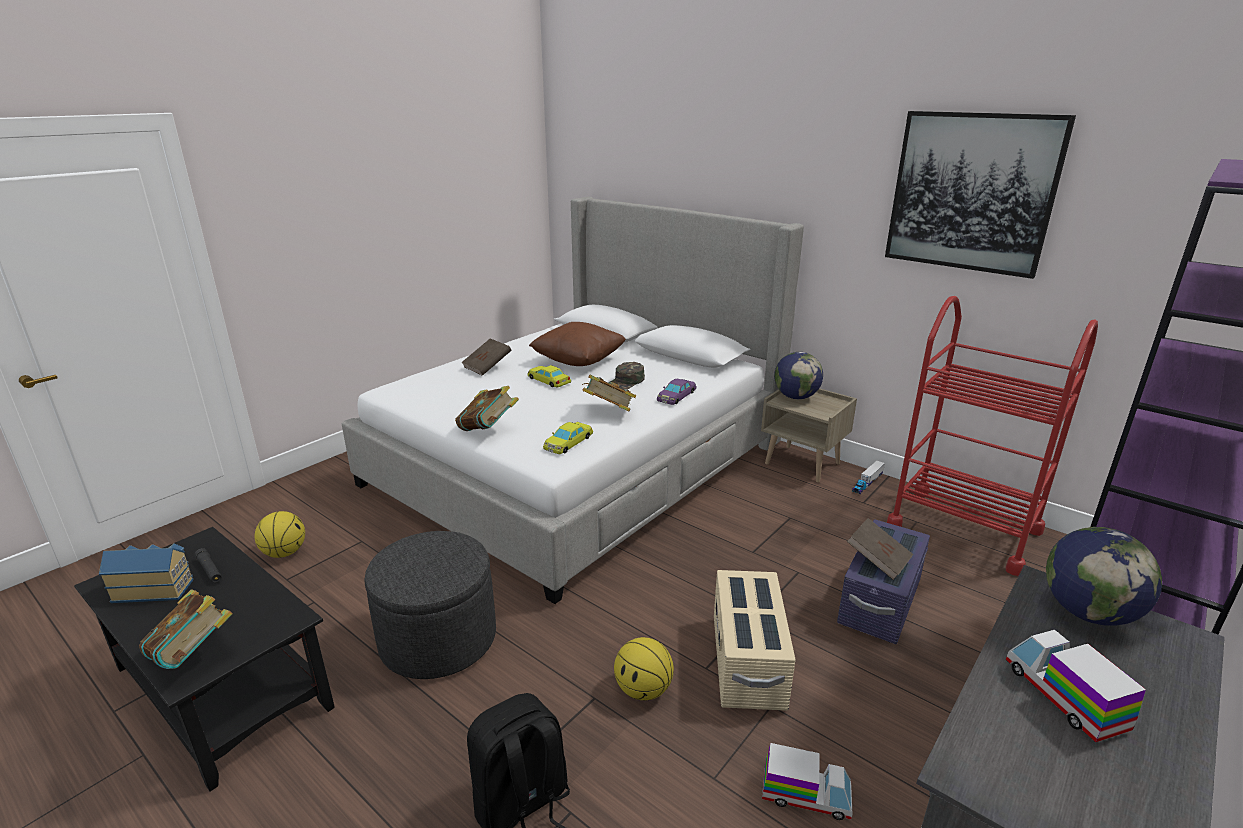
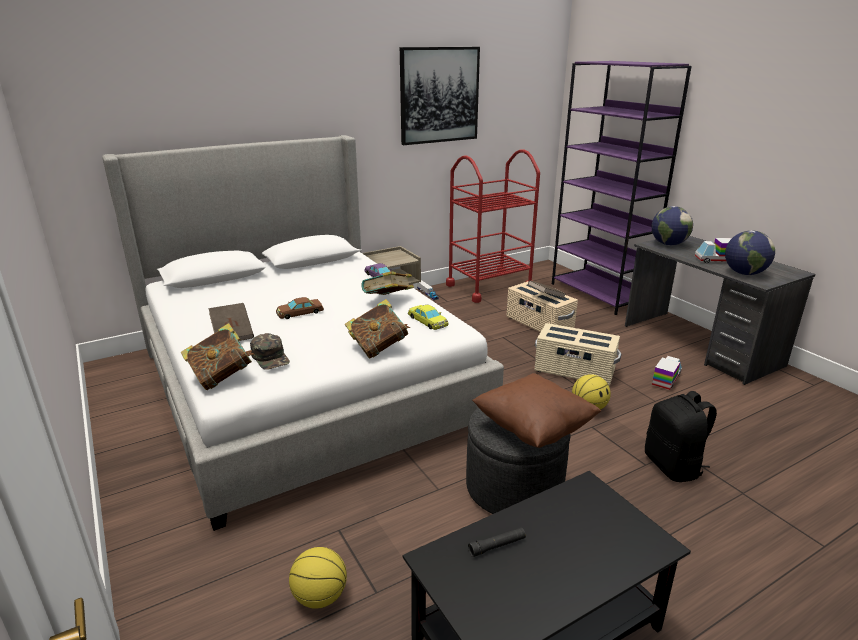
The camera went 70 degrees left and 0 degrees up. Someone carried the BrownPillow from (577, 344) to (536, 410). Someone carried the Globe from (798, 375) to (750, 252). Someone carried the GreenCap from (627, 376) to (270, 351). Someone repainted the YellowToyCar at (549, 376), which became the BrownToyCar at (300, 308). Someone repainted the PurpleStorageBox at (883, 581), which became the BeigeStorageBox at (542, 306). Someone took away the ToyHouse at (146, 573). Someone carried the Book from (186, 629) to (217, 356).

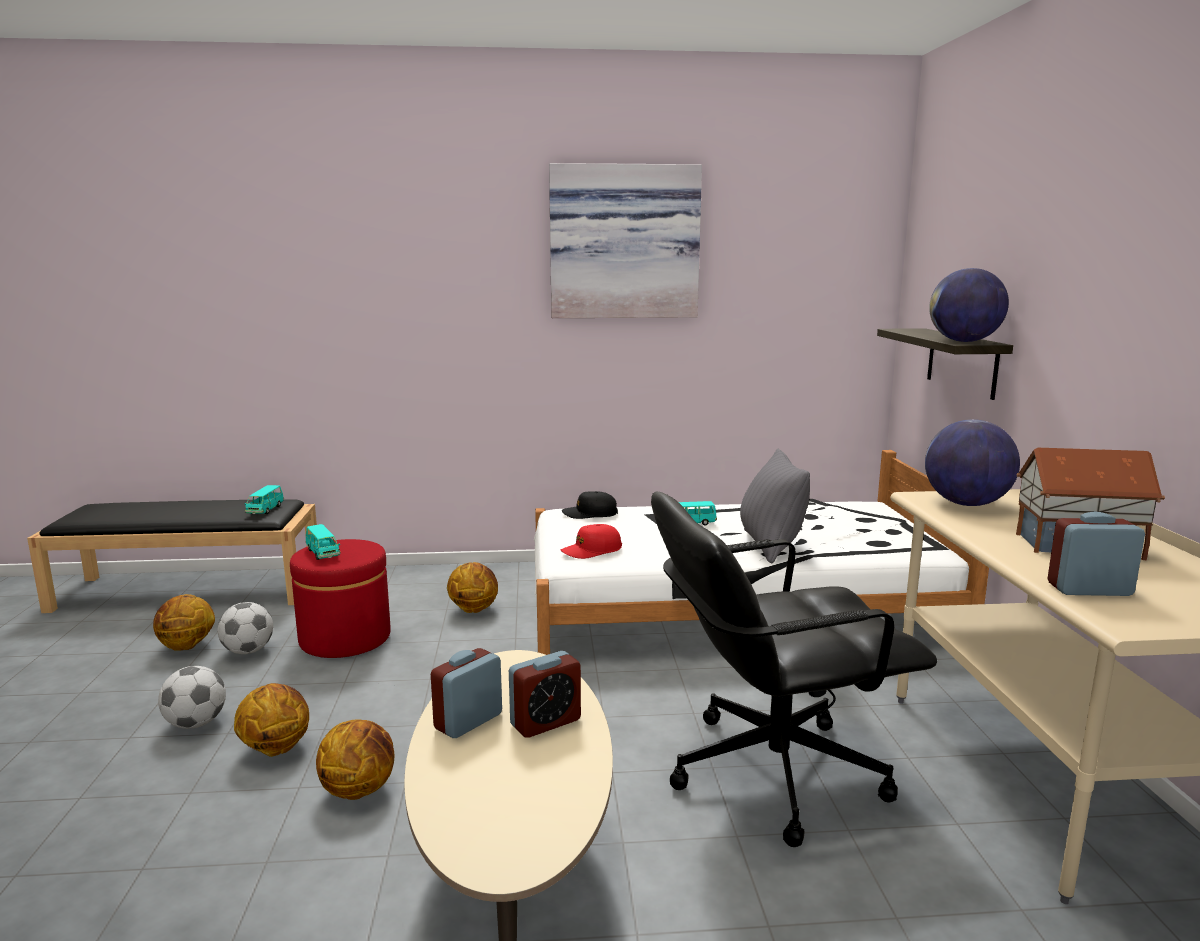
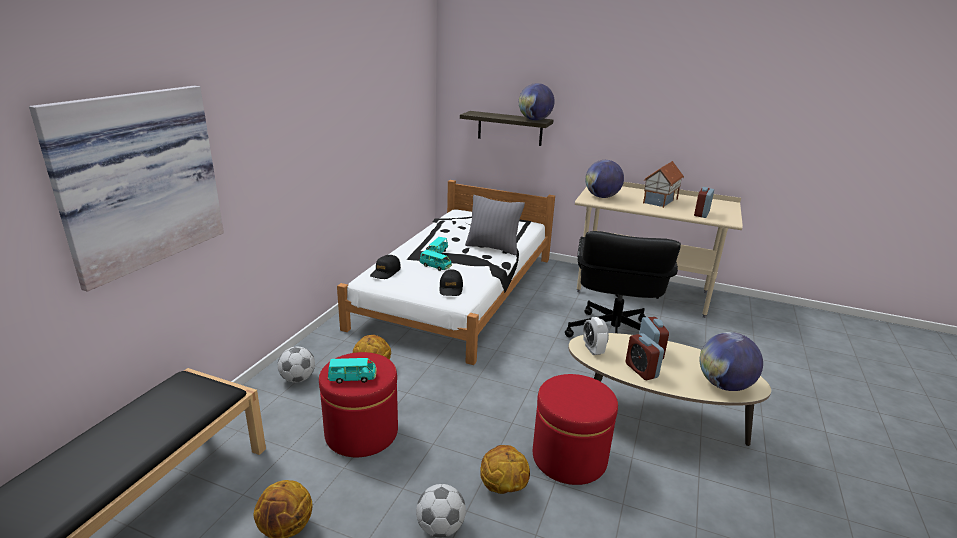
The camera went 65 degrees left and 10 degrees up. Someone carried the Picture from (625, 240) to (126, 188). Someone carried the TurquoiseToyCar from (264, 499) to (435, 260). Someone repainted the RedCap at (591, 541), which became the BlackCap at (451, 282). Someone carried the Football from (245, 628) to (296, 364). Someone swapped the Basketball at (355, 759) for the RedOttoman at (575, 429). Someone put down the AlarmClock at (596, 336). Someone put down the Globe at (731, 361).

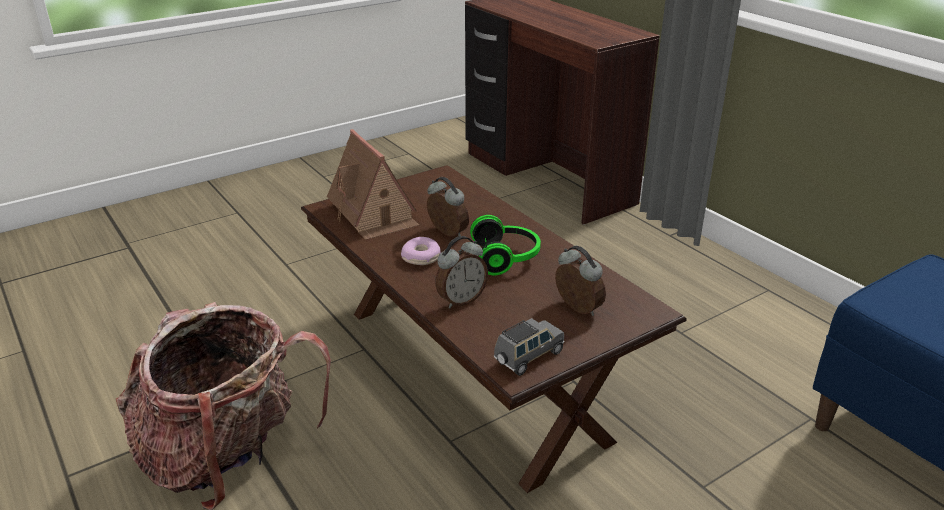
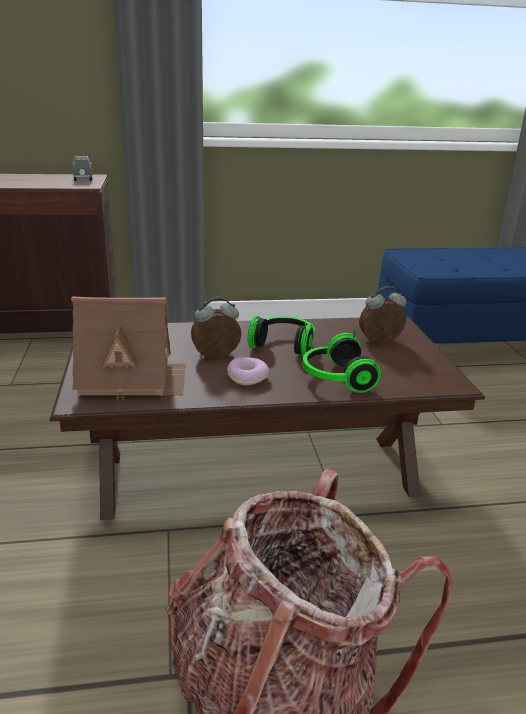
The camera went 65 degrees left and 5 degrees down. Someone swapped the AlarmClock at (461, 272) for the Headphones at (341, 360). Someone carried the GreyToyCar from (529, 347) to (82, 168).

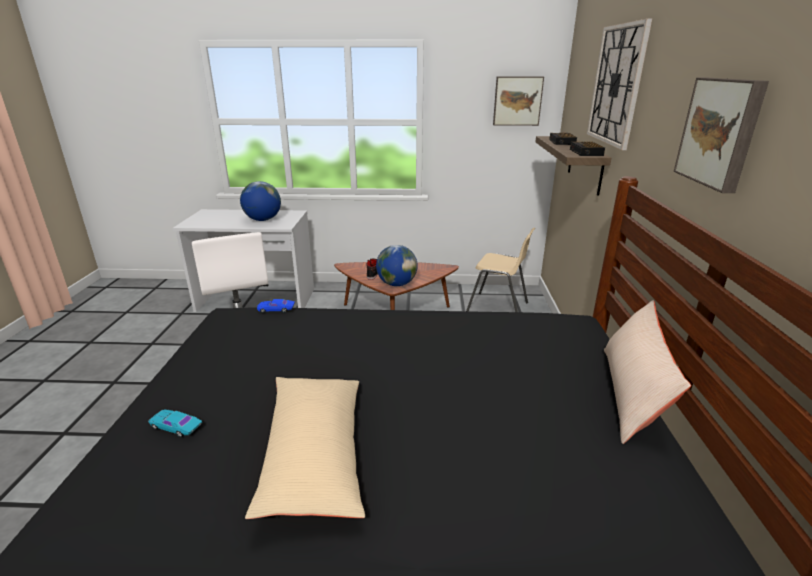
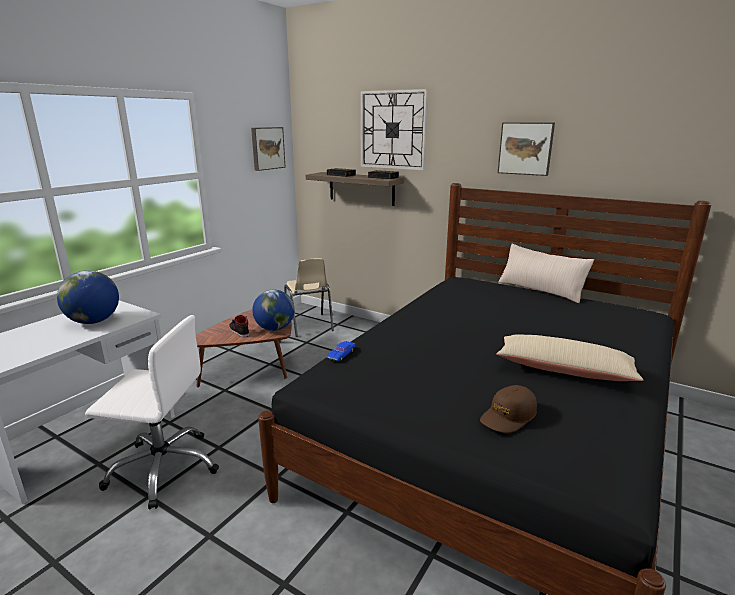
The camera went 60 degrees left and 5 degrees down. Someone rotated the BeigeChair at (500, 269) by 105 degrees clockwise. Someone swapped the TurquoiseToyCar at (175, 423) for the BrownCap at (508, 409).

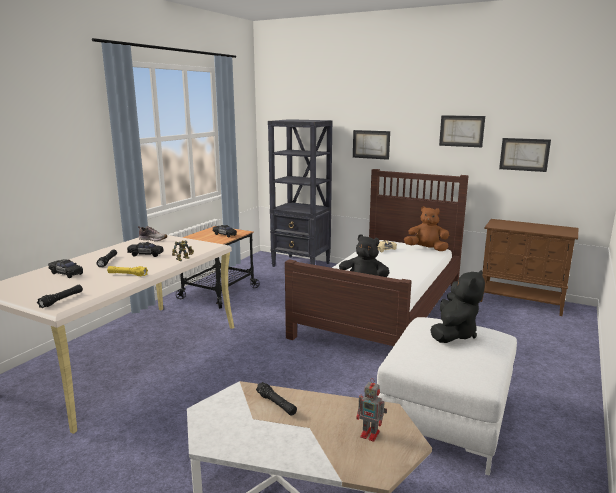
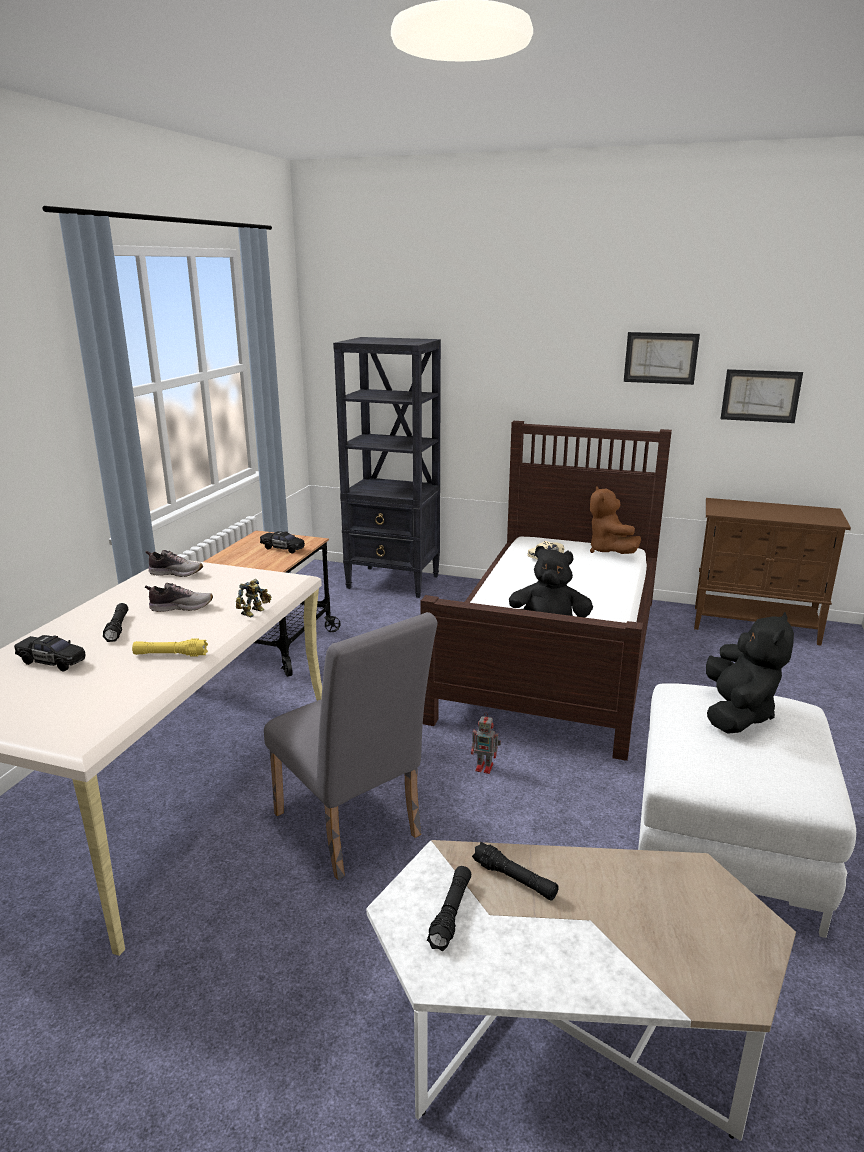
The camera went 10 degrees left and 5 degrees up. Someone took away the Picture at (371, 145). Someone rotated the BrownPlushToy at (426, 228) by 105 degrees counterclockwise. Someone swapped the BlackToyCar at (145, 249) for the Shoe at (179, 597). Someone carried the BlackFlashlight from (60, 296) to (449, 908). Someone carried the ToyRobot from (371, 410) to (486, 743). Someone put down the GreyChair at (351, 746).

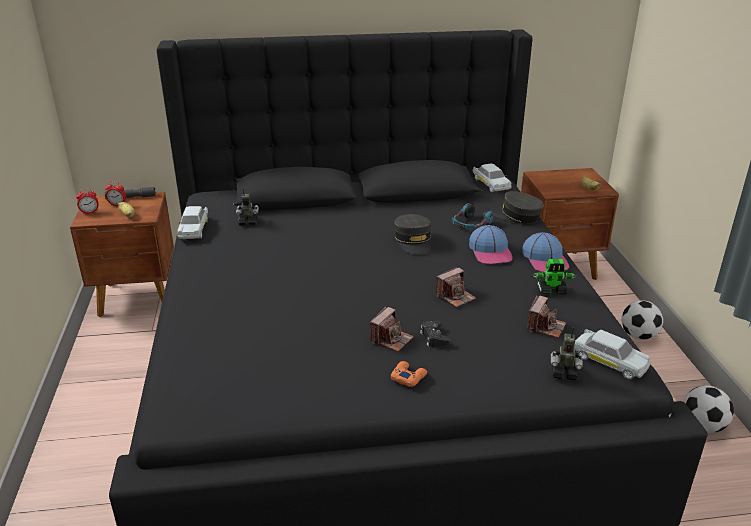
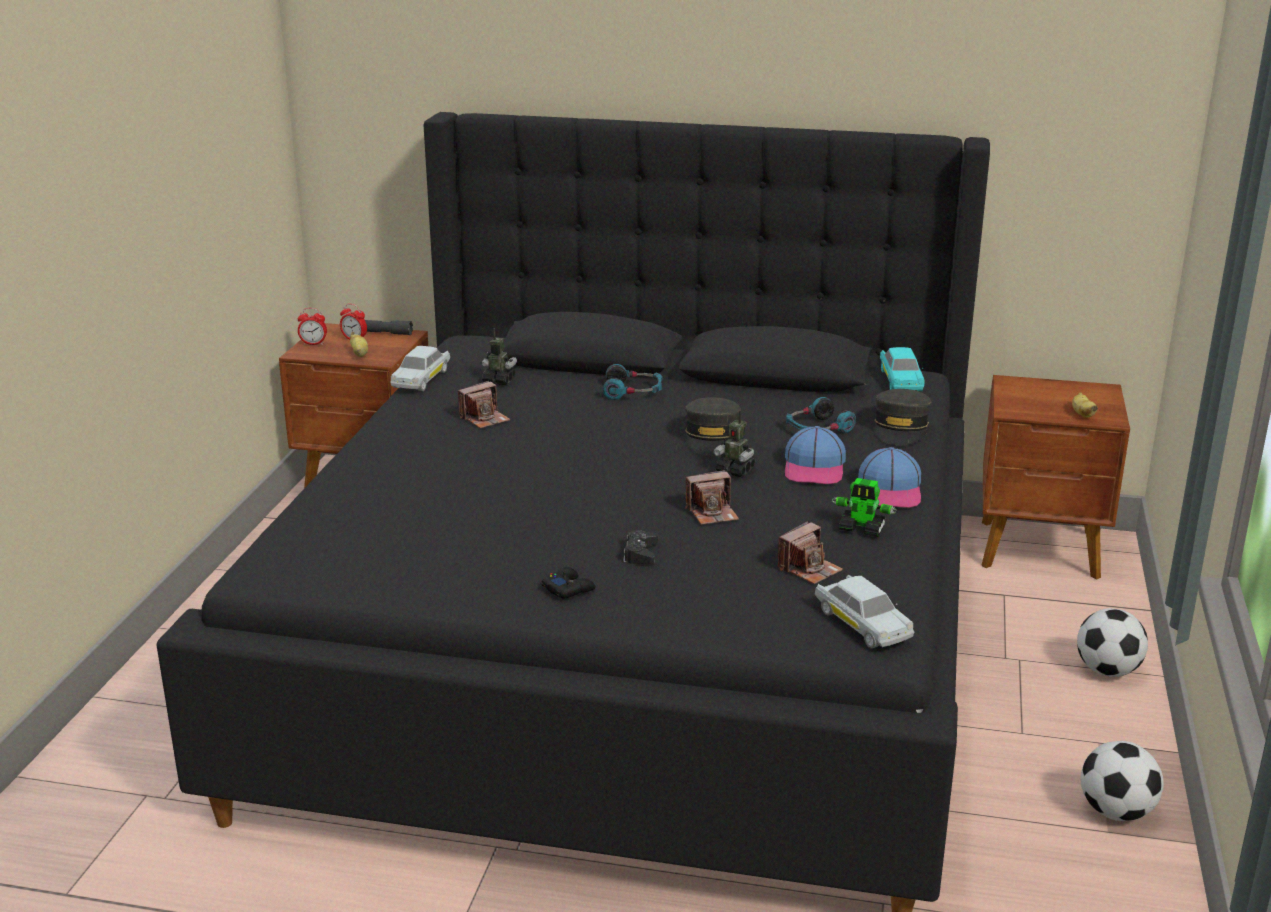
The camera went 20 degrees right and 5 degrees down. Someone repainted the WhiteToyCar at (492, 178), which became the TurquoiseToyCar at (902, 369). Someone rotated the GreyCap at (517, 207) by 120 degrees counterclockwise. Someone carried the PhotoCamera from (392, 328) to (484, 404). Someone carried the ToyRobot from (567, 353) to (734, 443). Someone repainted the OrangeGameController at (409, 374), which became the BlackGameController at (569, 583). Someone put down the Headphones at (633, 382).

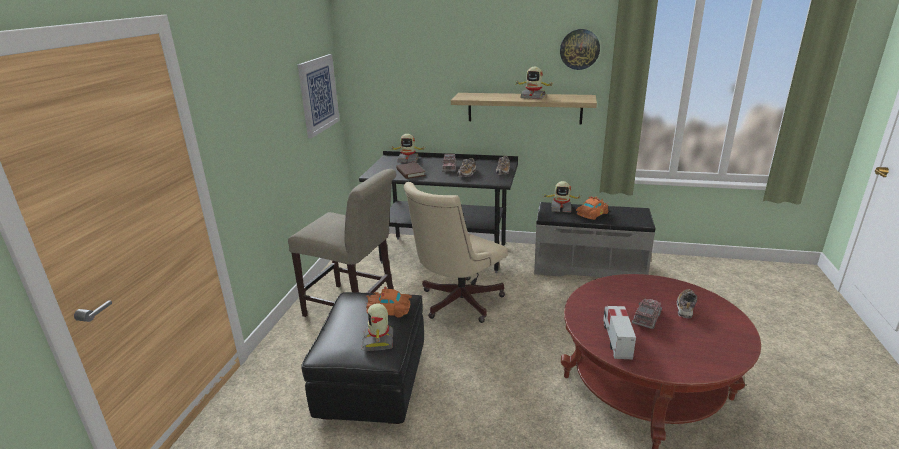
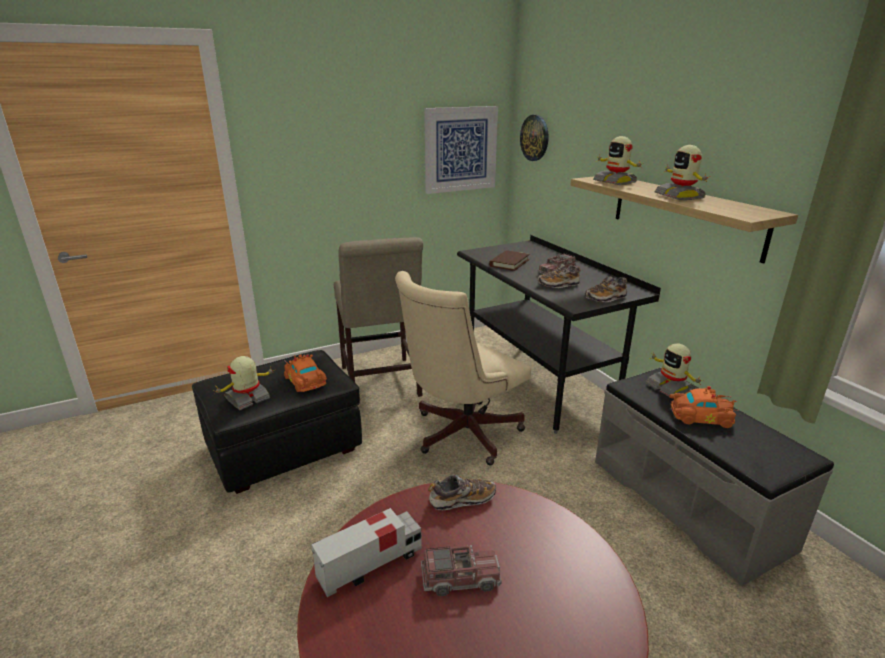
The camera went 50 degrees right and 0 degrees up. Someone carried the WallClock from (580, 49) to (534, 138). Someone carried the ToyRobot from (407, 148) to (618, 160). Someone rotated the BeigeOfficeChair at (455, 252) by 45 degrees counterclockwise. Someone carried the Shoe from (687, 303) to (462, 492).

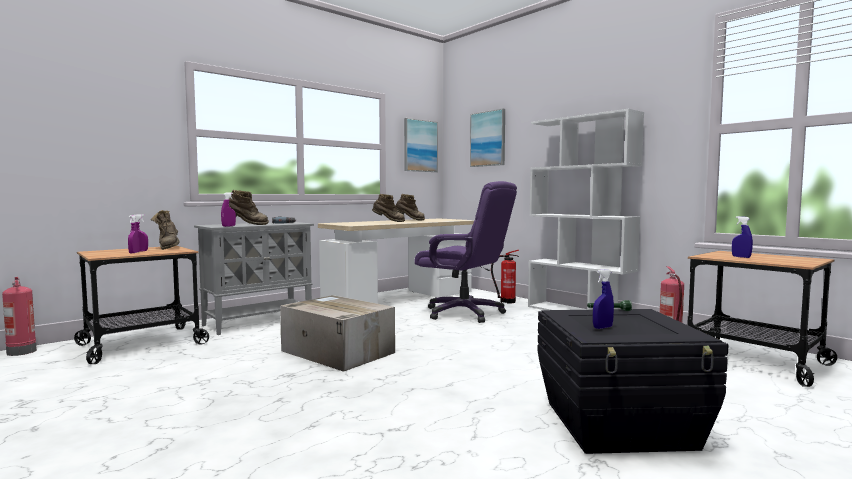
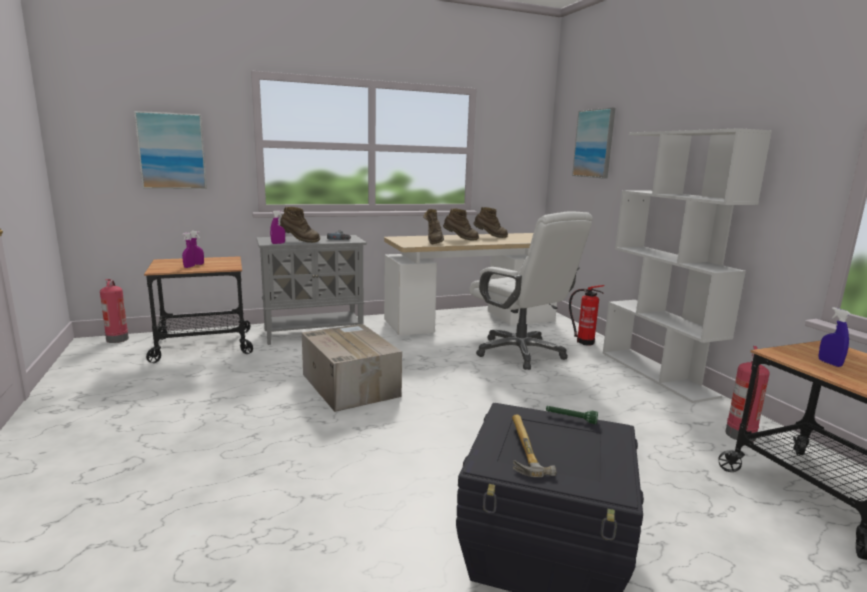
The camera went 20 degrees right and 10 degrees up. Someone carried the Picture from (421, 145) to (170, 150). Someone repainted the PurpleOfficeChair at (465, 252), which became the WhiteOfficeChair at (531, 290). Someone carried the BrownBoot from (165, 230) to (433, 226). Someone swapped the BlueSprayBottle at (603, 299) for the Hammer at (534, 446).

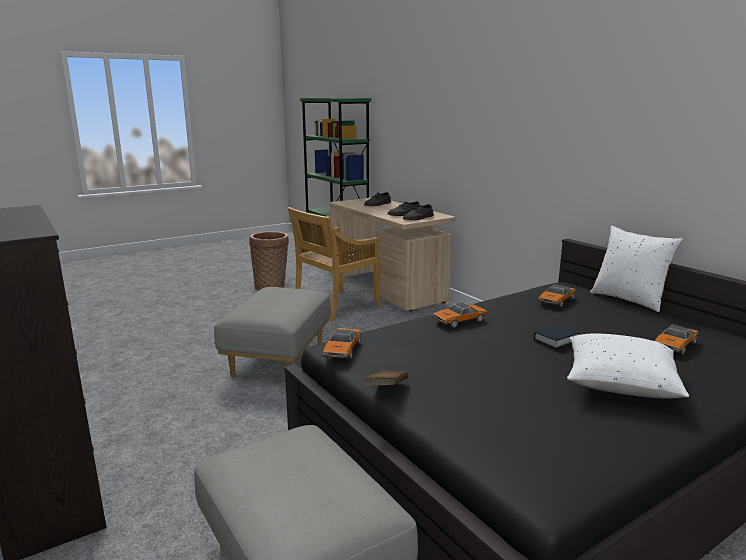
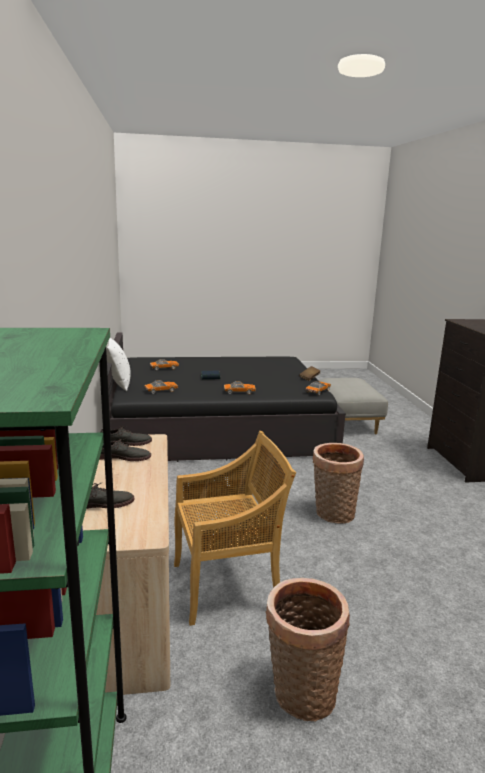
The camera went 155 degrees left and 0 degrees up. Someone swapped the GreyOttoman at (272, 332) for the Basket at (338, 483). Someone took away the WhitePillow at (628, 366).

